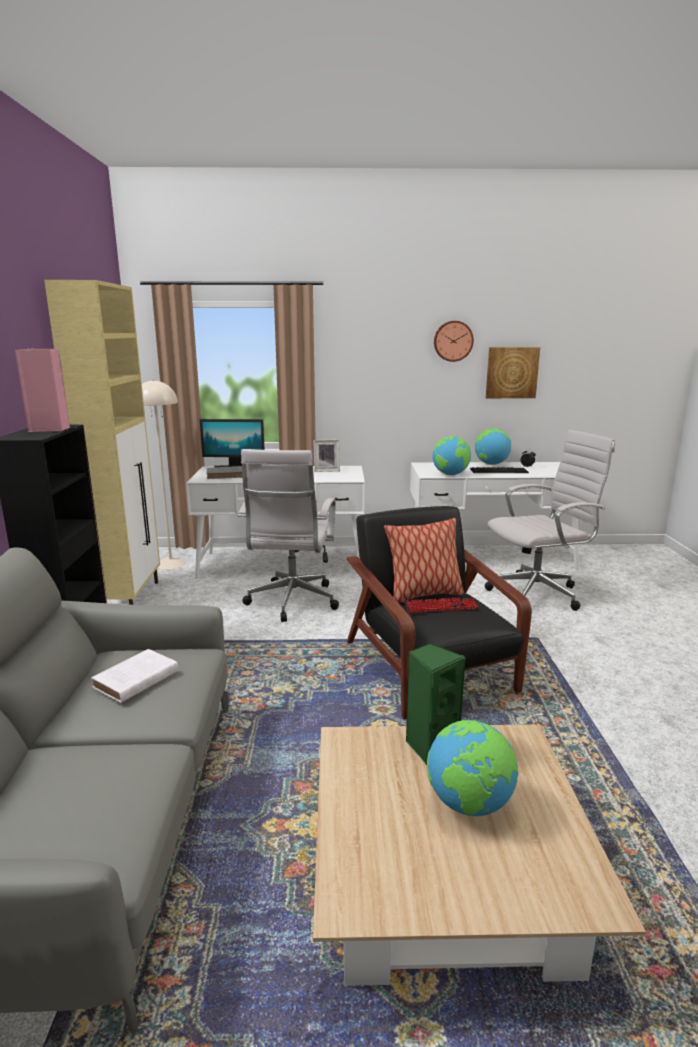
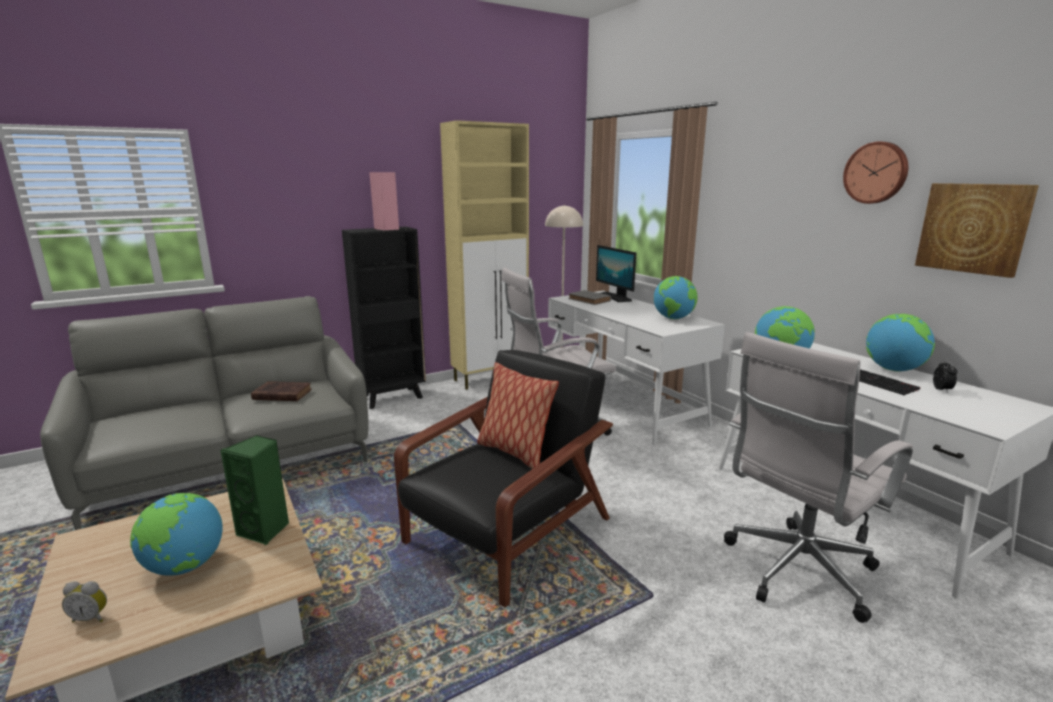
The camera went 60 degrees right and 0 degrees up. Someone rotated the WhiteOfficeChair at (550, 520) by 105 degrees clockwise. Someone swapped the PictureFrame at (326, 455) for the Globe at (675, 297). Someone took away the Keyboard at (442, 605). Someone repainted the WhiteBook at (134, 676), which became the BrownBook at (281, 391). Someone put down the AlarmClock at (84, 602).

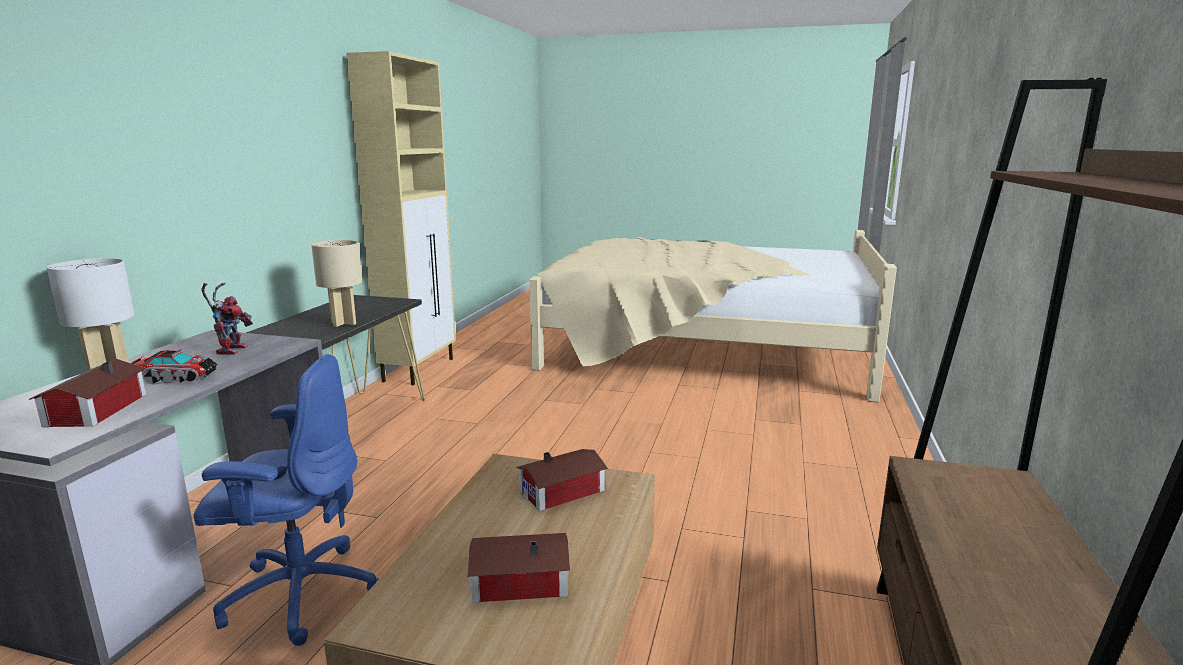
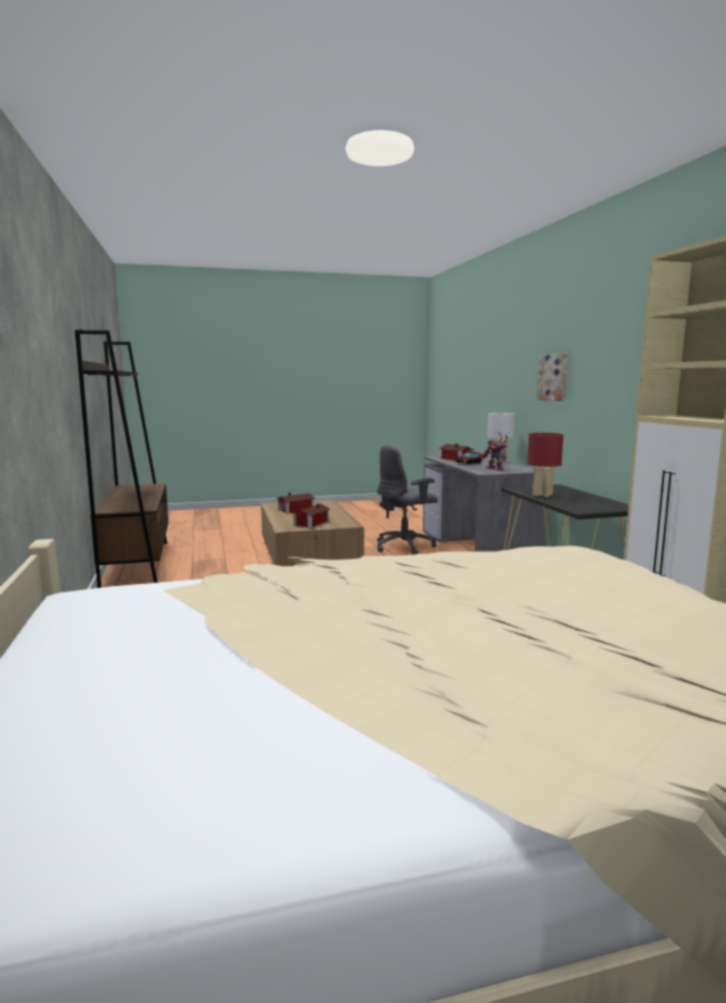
The camera went 150 degrees right and 5 degrees down. Someone repainted the BeigeTableLamp at (336, 283), which became the RedTableLamp at (545, 465). Someone repainted the BlueOfficeChair at (286, 500), which became the GreyOfficeChair at (407, 500). Someone put up the Picture at (552, 377).

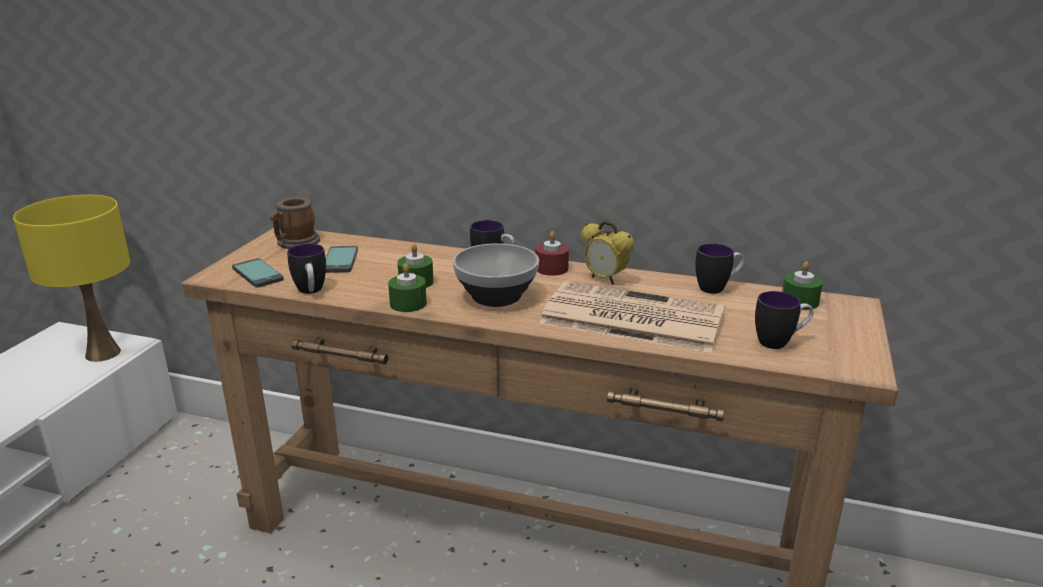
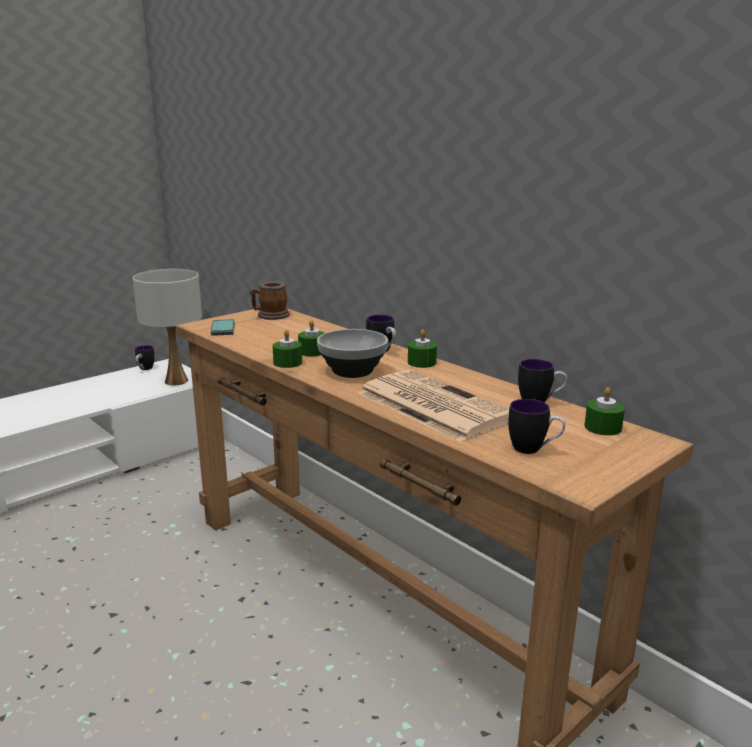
The camera went 30 degrees right and 5 degrees down. Someone repainted the YellowTableLamp at (71, 278), which became the WhiteTableLamp at (167, 327). Someone took away the AlarmClock at (607, 252). Someone repainted the RedCandle at (552, 253), which became the GreenCandle at (422, 349). Someone carried the Mug from (306, 269) to (145, 357). Someone took away the Phone at (342, 259).

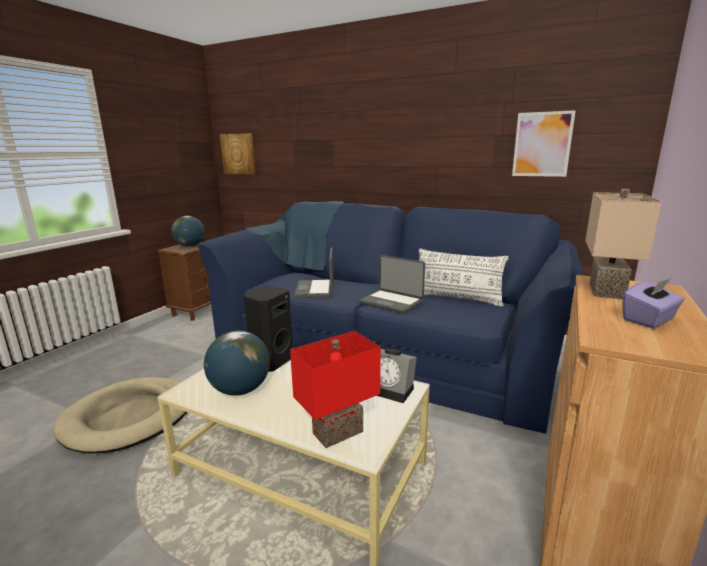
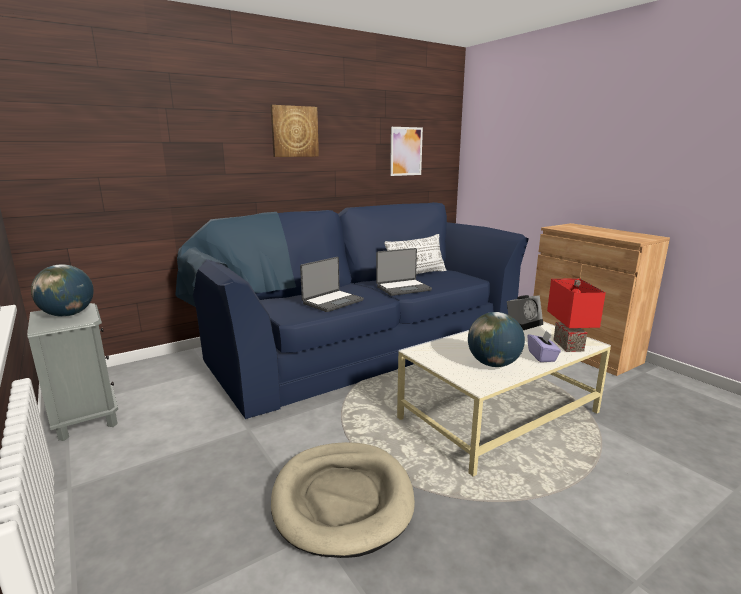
The camera went 60 degrees left and 0 degrees up. Someone carried the Picture from (238, 153) to (294, 131). Someone took away the BeigeTableLamp at (623, 244). Someone repainted the BrownNightstand at (184, 281), which became the GreyNightstand at (72, 372). Someone rotated the Laptop at (314, 273) by 75 degrees counterclockwise. Someone carried the PurpleTissueBox from (654, 303) to (544, 346). Someone took away the BlackSpeaker at (268, 329).

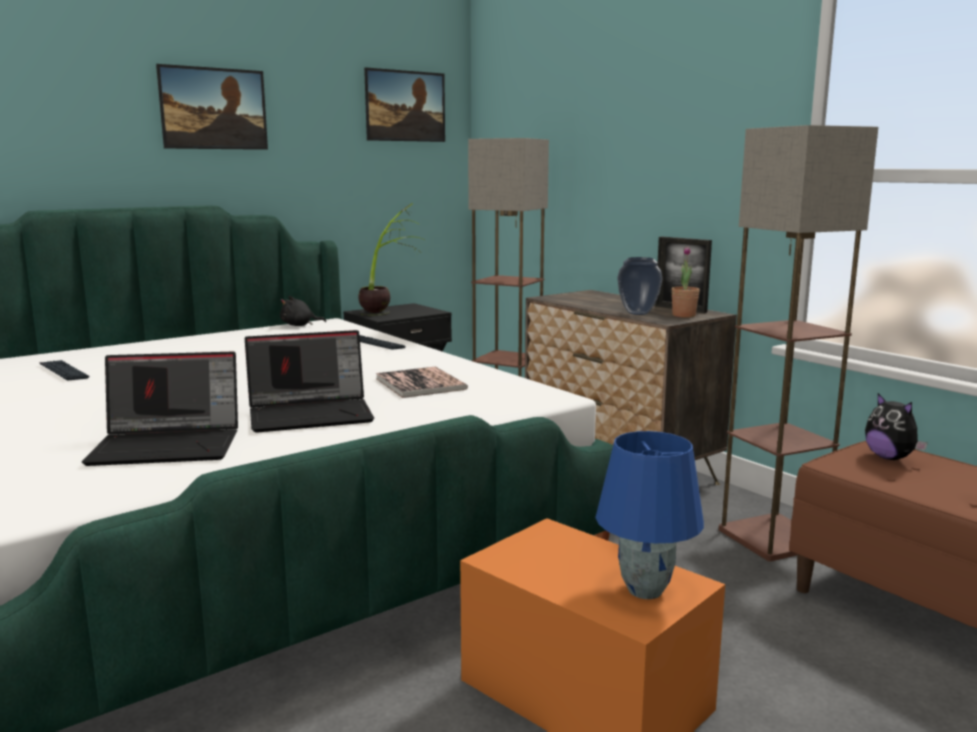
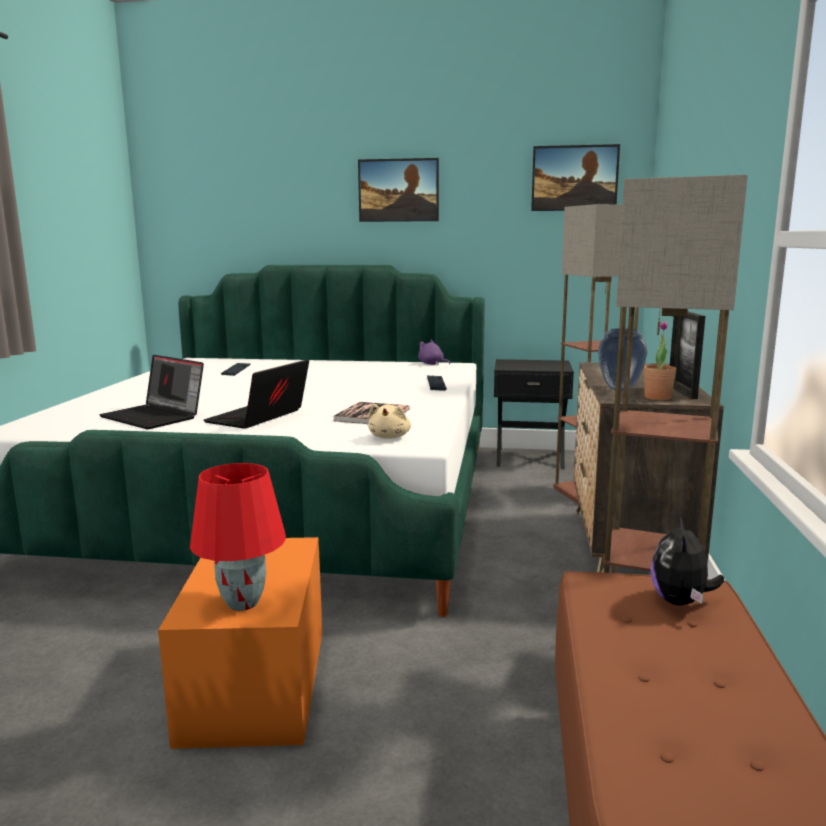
The camera went 45 degrees right and 0 degrees up. Someone took away the PottedPlant at (391, 259). Someone repainted the BlackPlushToy at (303, 311), which became the PurplePlushToy at (434, 352). Someone rotated the Laptop at (309, 381) by 90 degrees clockwise. Someone repainted the BlueTableLamp at (649, 515), which became the RedTableLamp at (238, 537). Someone put down the BeigePlushToy at (389, 421).

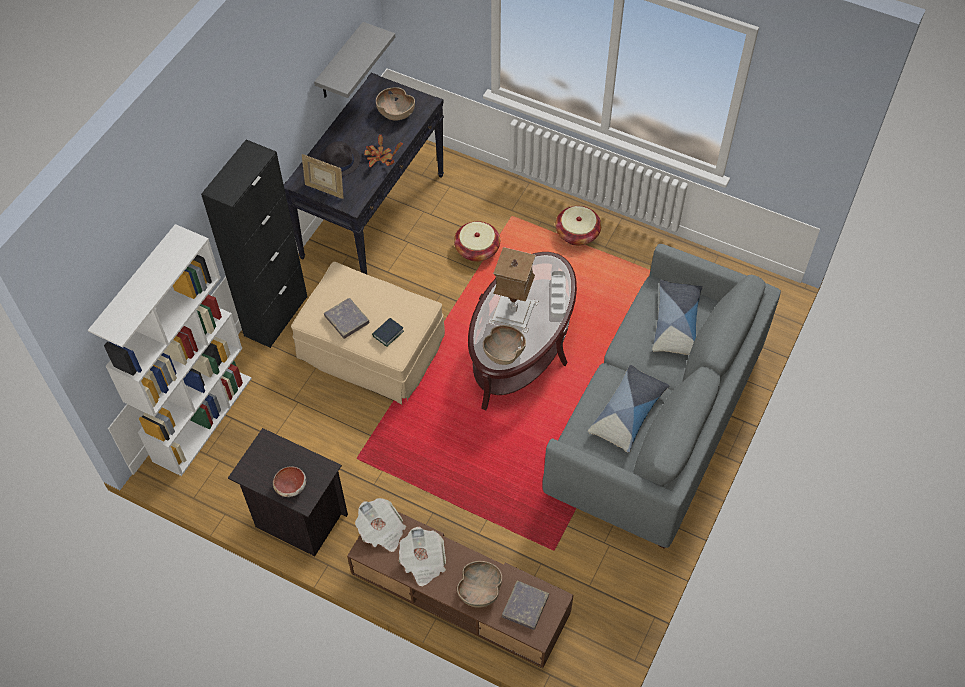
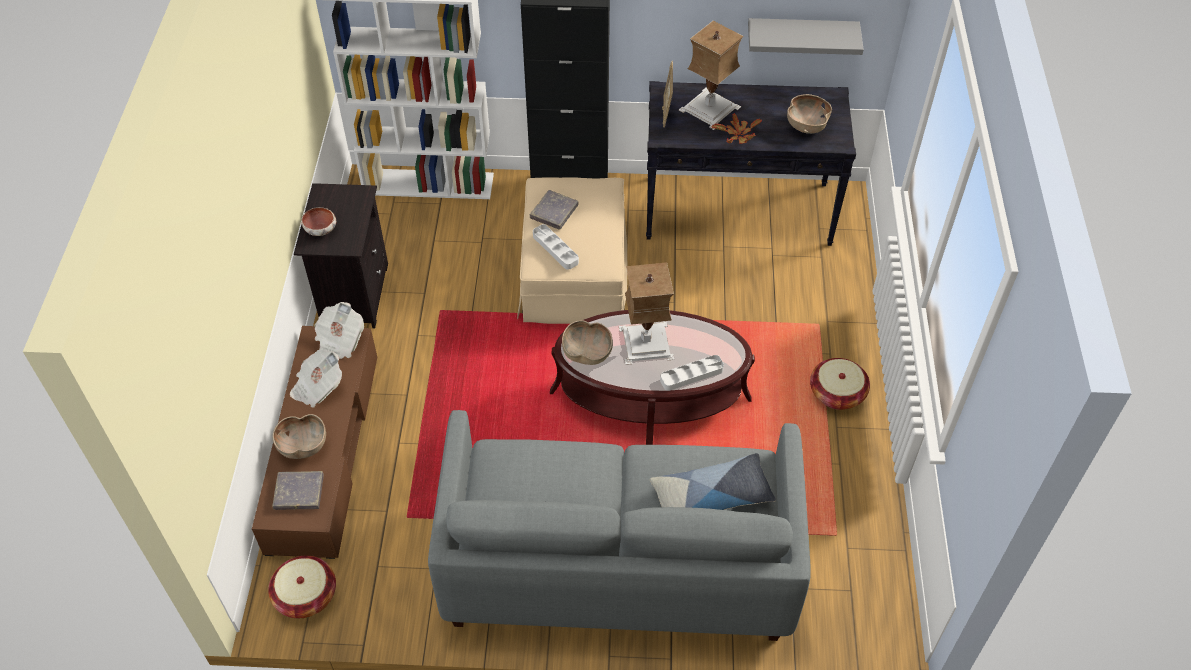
The camera went 65 degrees right and 5 degrees down. Someone swapped the BlackHat at (339, 158) for the TableLamp at (711, 75). Someone carried the Basket from (477, 241) to (302, 587). Someone swapped the Book at (388, 332) for the GreyTray at (556, 247). Someone took away the Pillow at (629, 409).

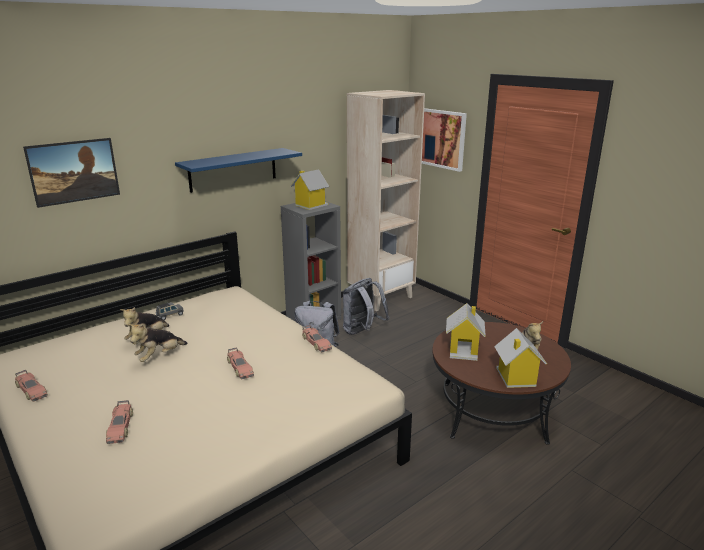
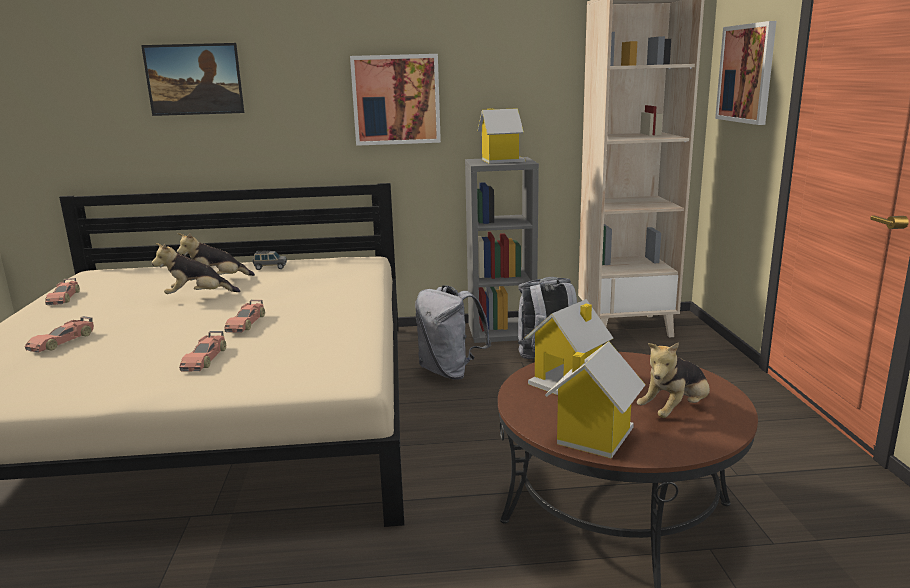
The camera went 35 degrees right and 5 degrees down. Someone swapped the BlueShelf at (238, 170) for the Picture at (395, 100). Someone carried the ToyCar from (317, 338) to (202, 351).

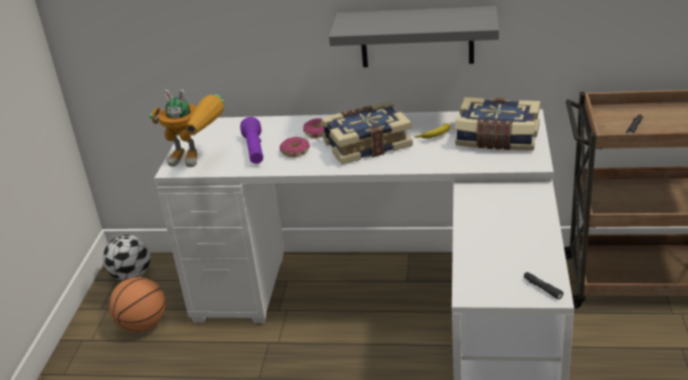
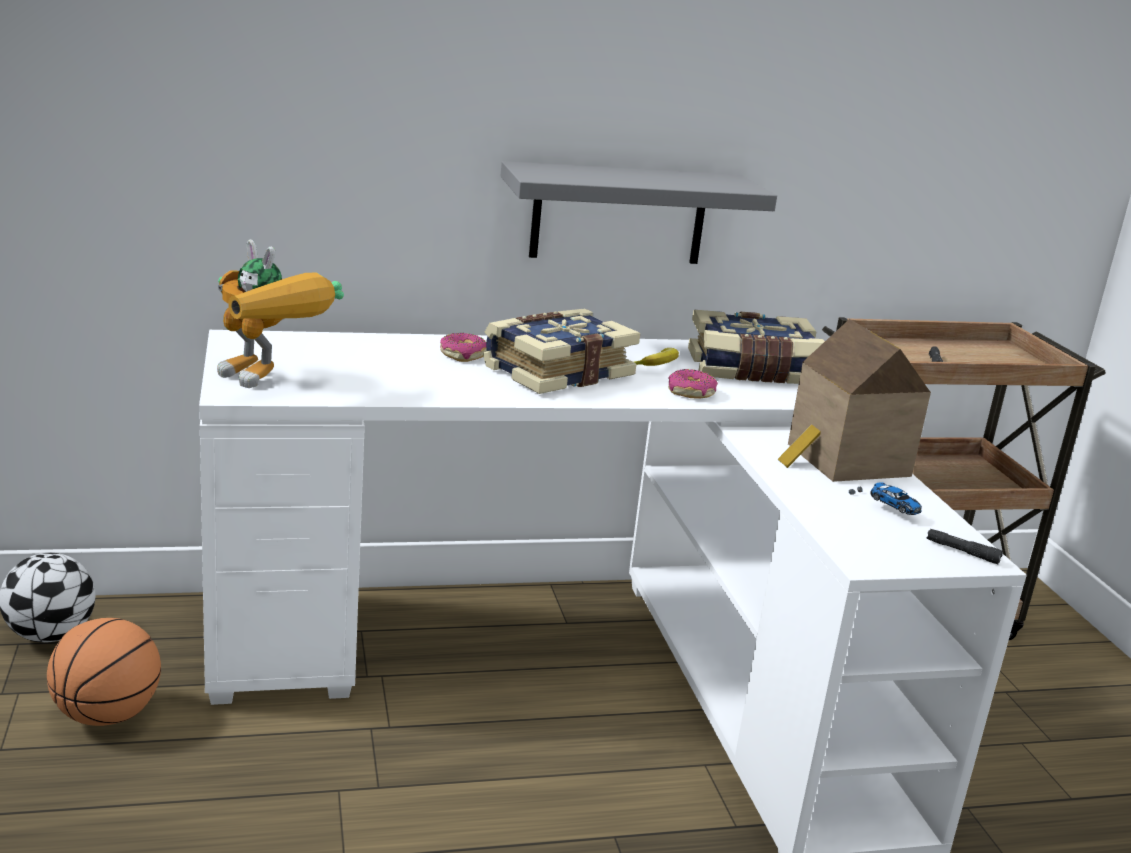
The camera went 25 degrees left and 10 degrees down. Someone rotated the ToyRobot at (186, 128) by 45 degrees clockwise. Someone took away the PurpleFlashlight at (251, 140). Someone carried the Donut from (295, 147) to (693, 383). Someone put down the ToyHouse at (854, 400). Someone put down the ToyCar at (885, 498).

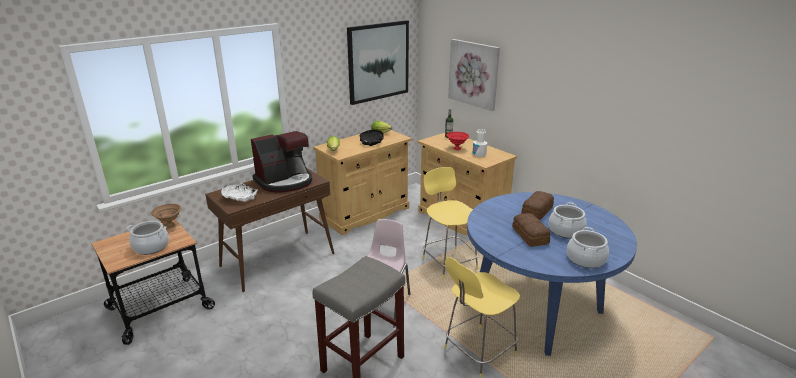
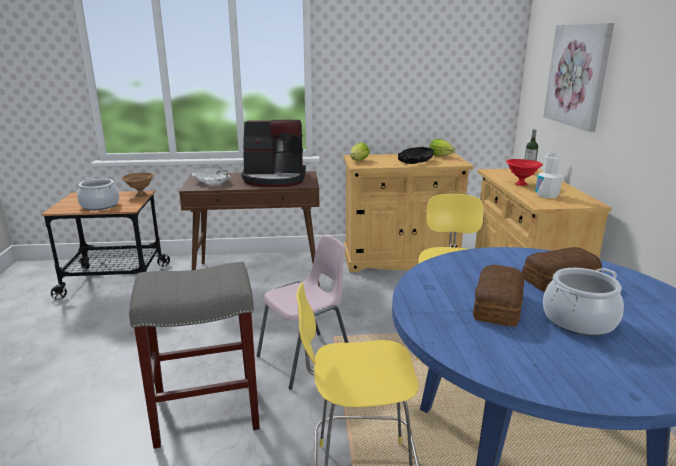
The camera went 35 degrees right and 5 degrees down. Someone took away the Picture at (378, 62). Someone took away the CookingPot at (588, 247).

